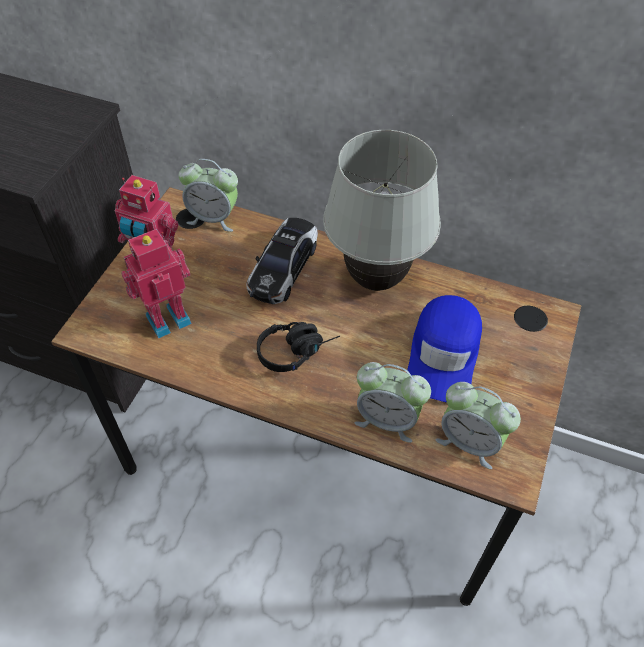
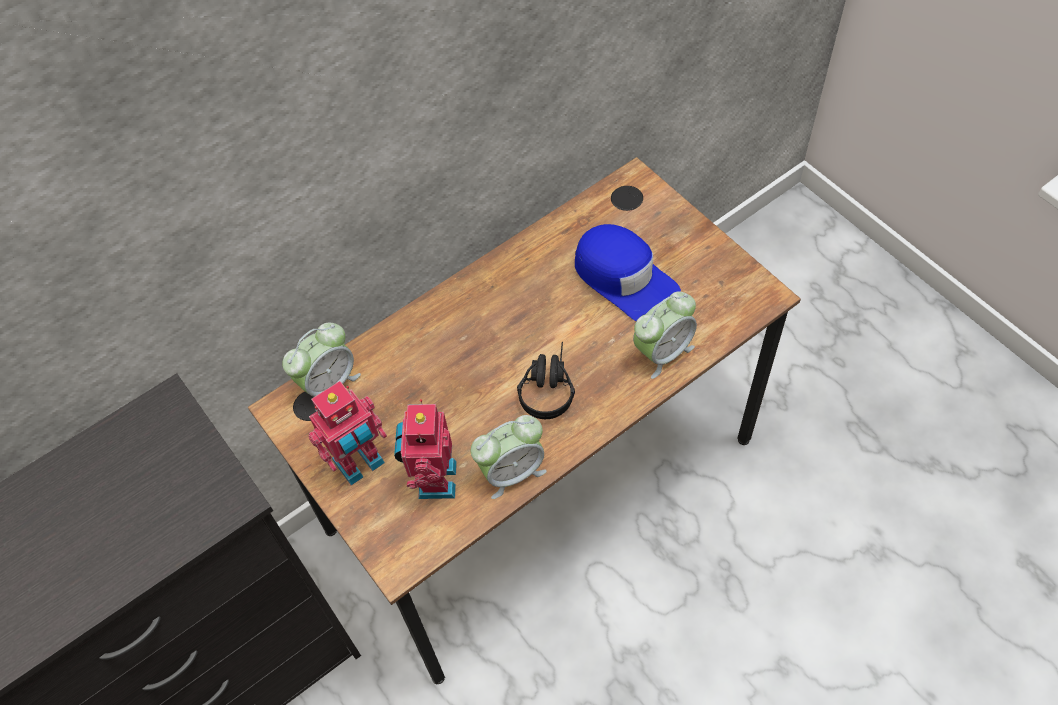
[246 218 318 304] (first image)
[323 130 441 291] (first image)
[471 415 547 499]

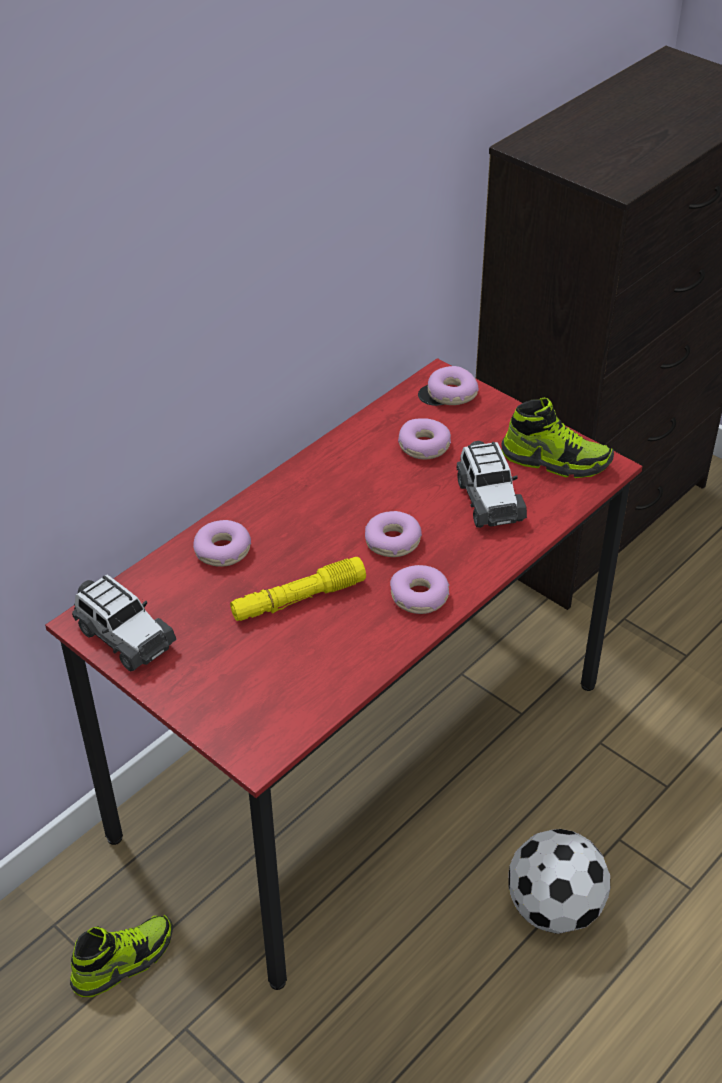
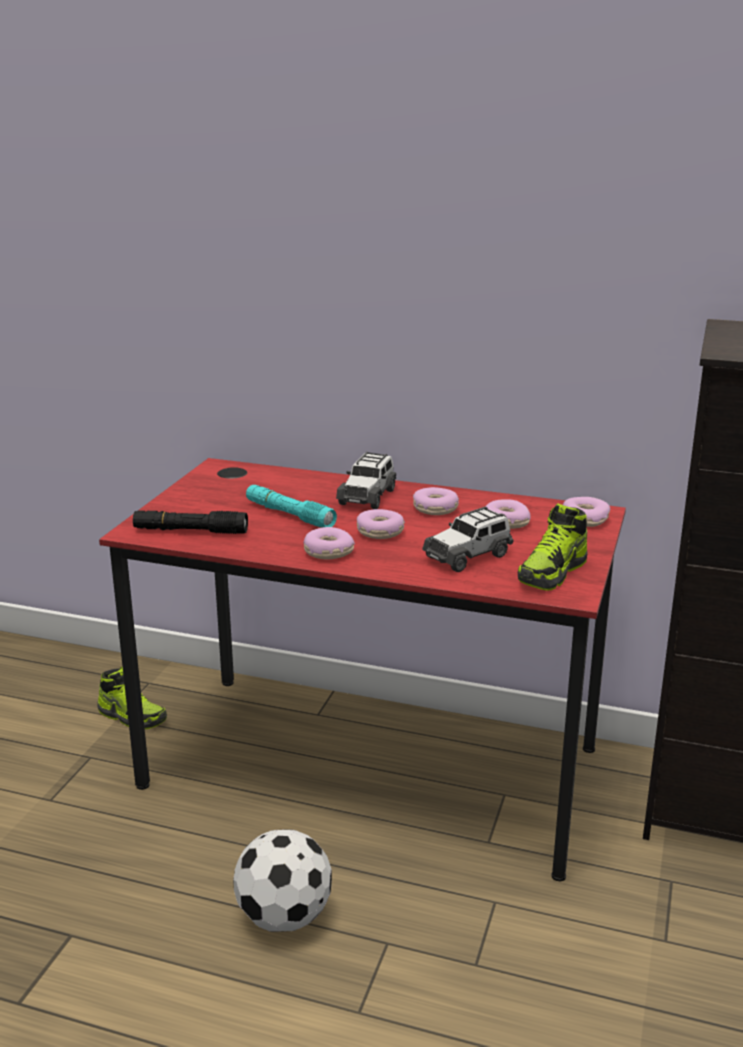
[336 452 396 509]
[413 487 459 515]
[246 485 337 528]
[518 503 588 591]
[133 511 248 534]

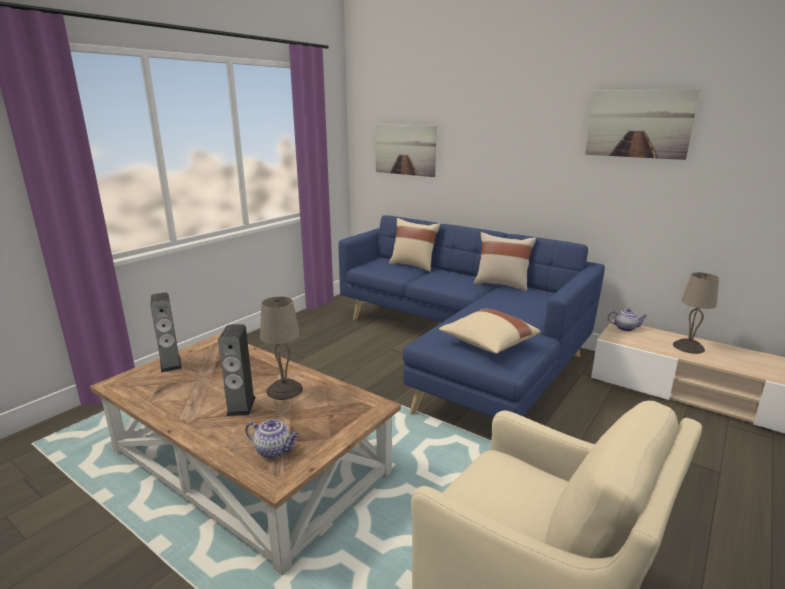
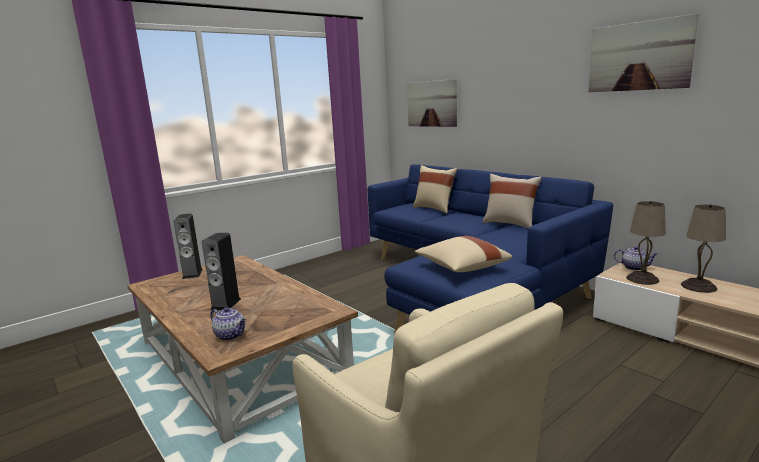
[626 201 666 285]

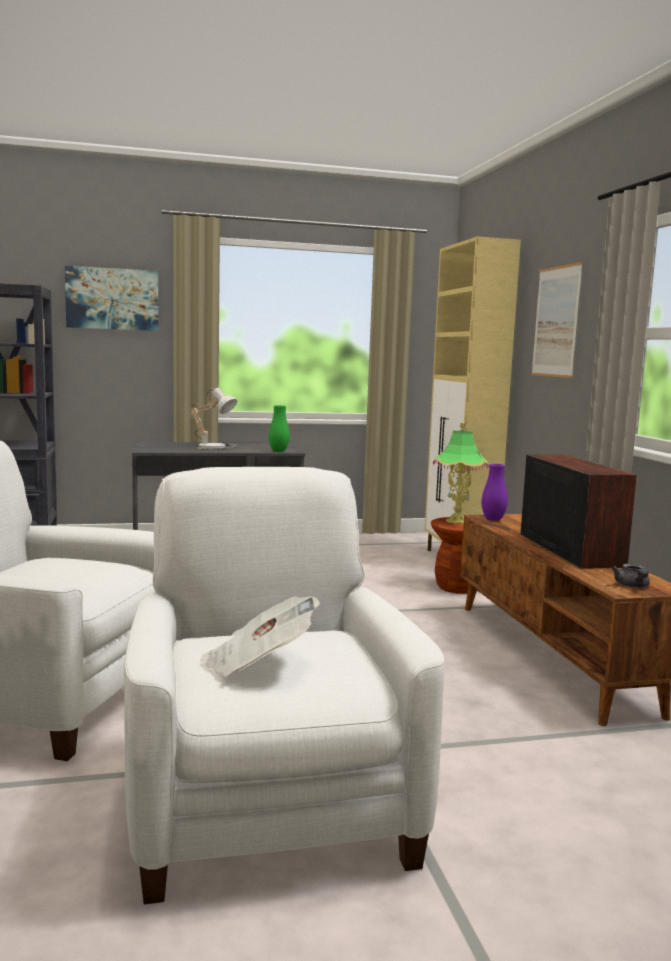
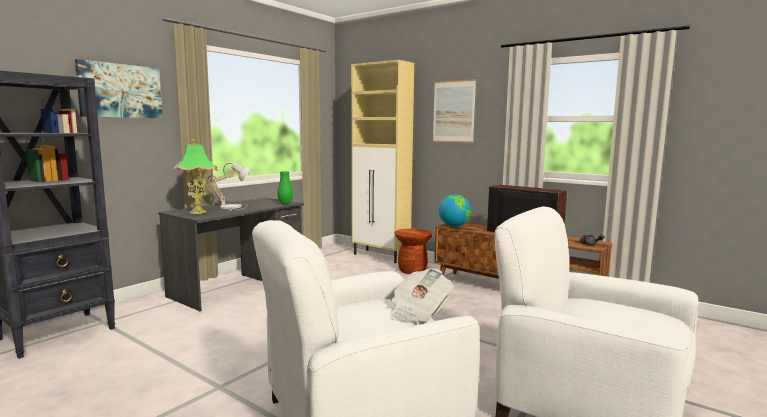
[390 268 454 322]
[173 138 218 214]
[439 194 471 227]

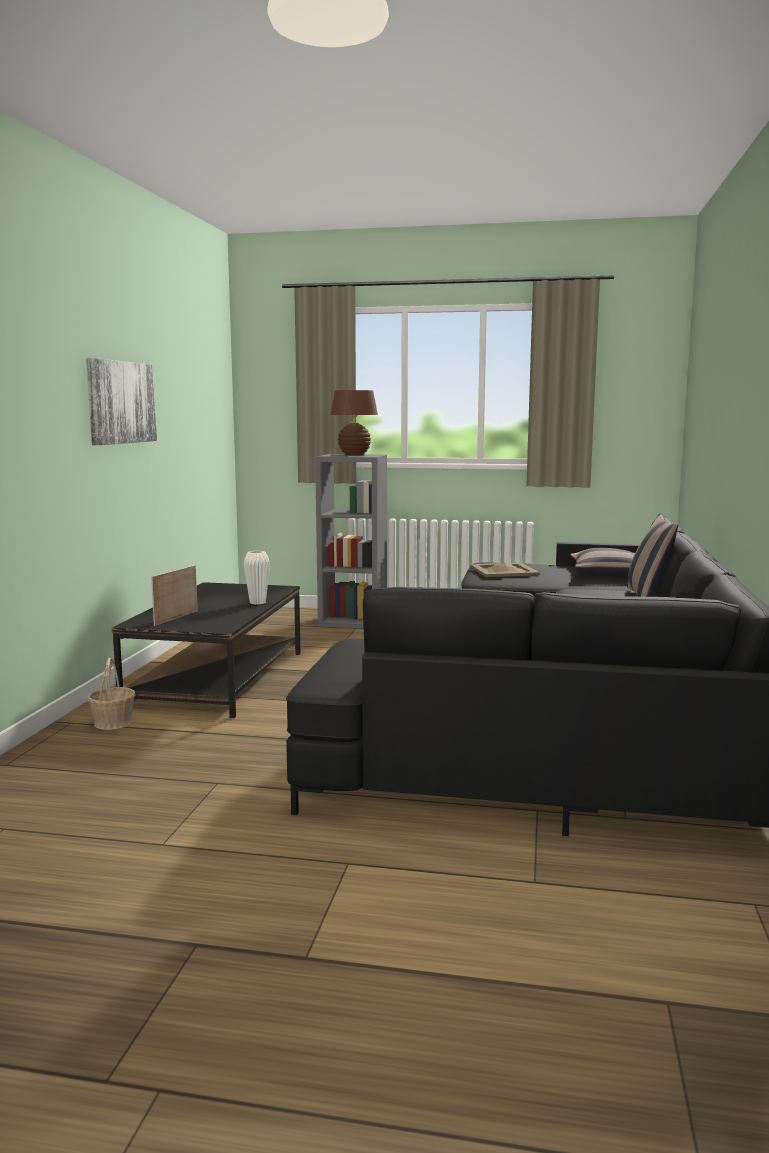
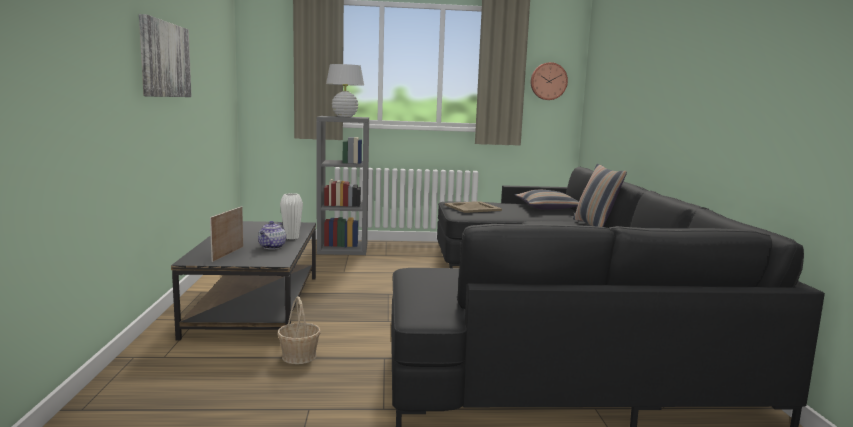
[277 296 321 364]
[326 64 364 117]
[258 221 286 249]
[531 62 568 100]

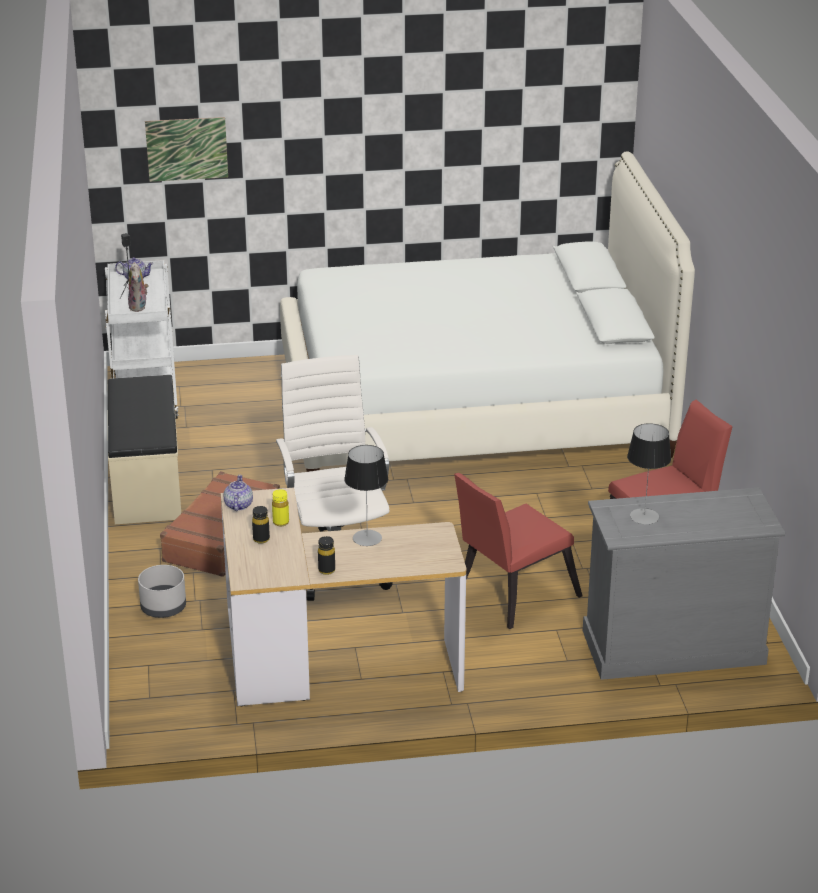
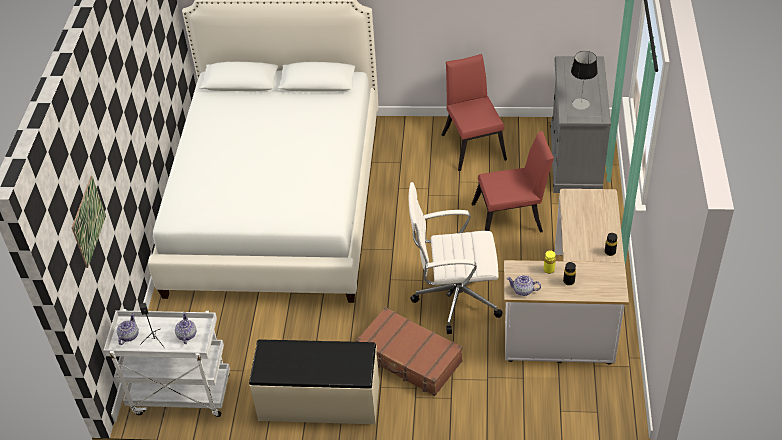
[175 312 196 344]
[138 565 186 618] (first image)
[344 445 388 546] (first image)
[472 131 554 233]

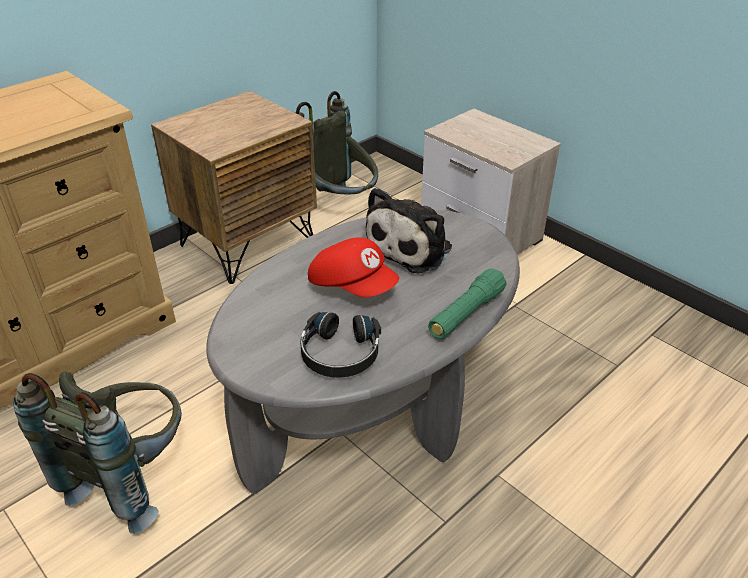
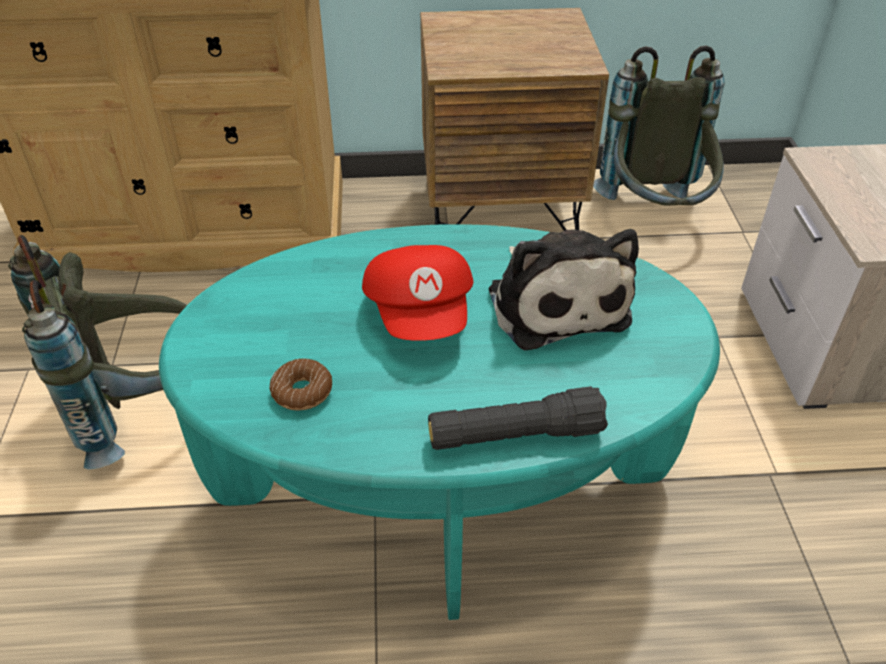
[159 224 720 620]
[269 358 332 411]
[488 229 639 350]
[428 386 608 450]

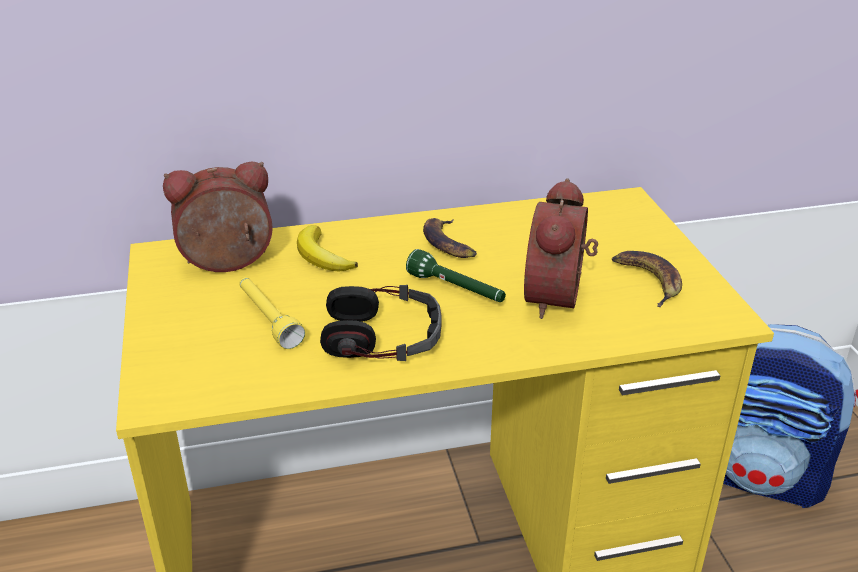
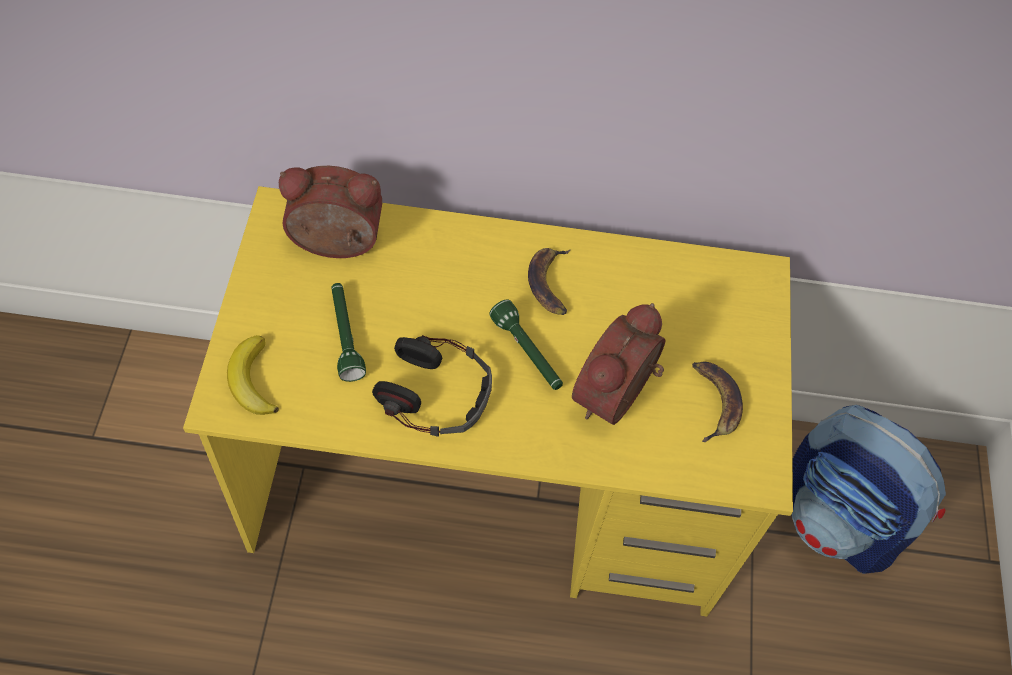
[331 283 366 382]
[227 335 279 415]

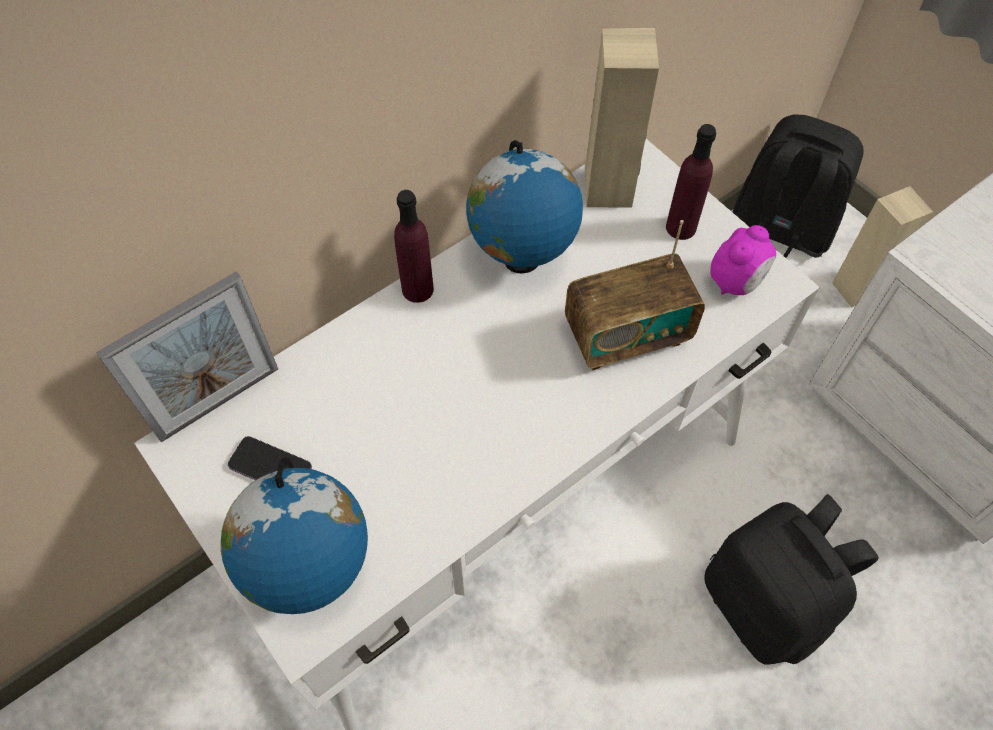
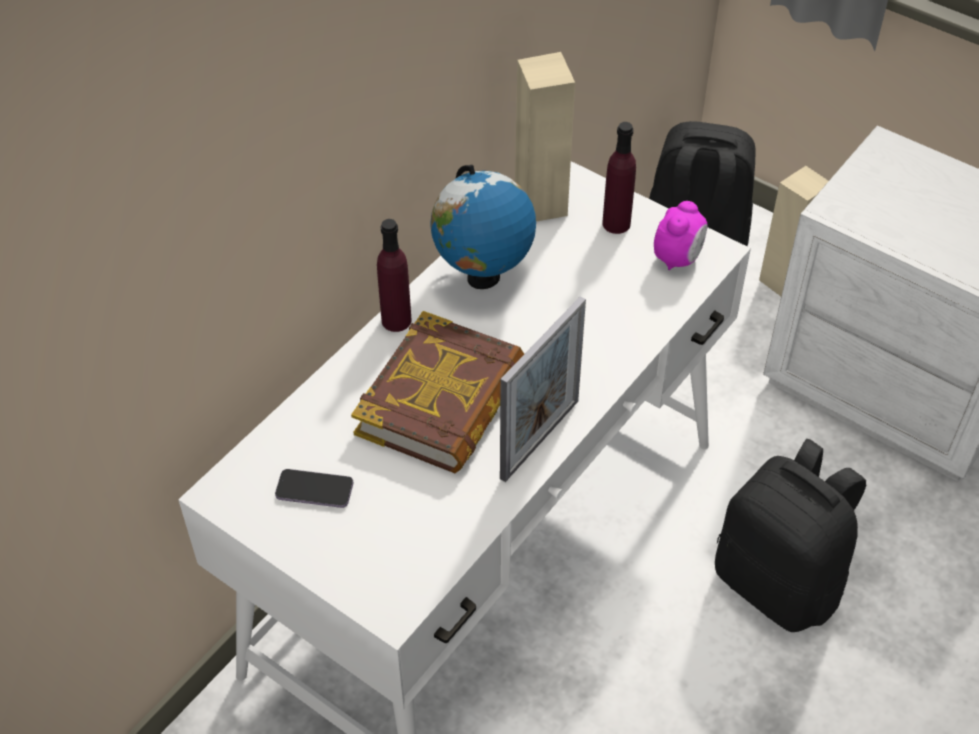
[500 296 586 482]
[221 458 368 614] (first image)
[565 220 705 371] (first image)
[351 311 524 473]

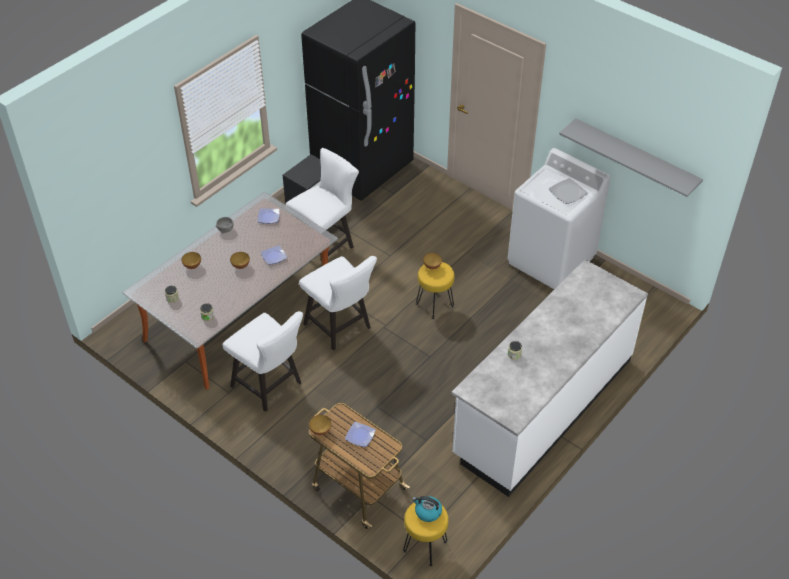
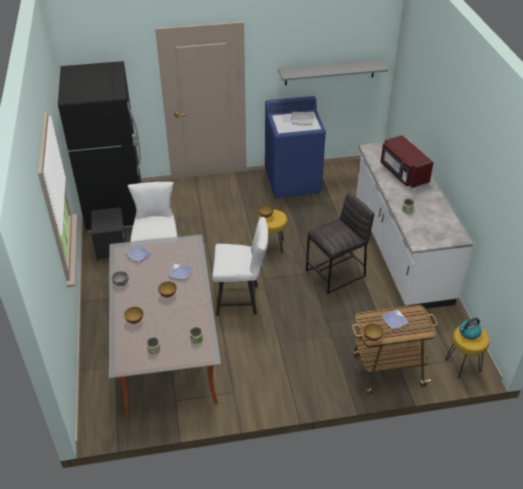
[222 311 303 412] (first image)
[265 96 326 198]
[306 192 374 294]
[381 135 434 188]

